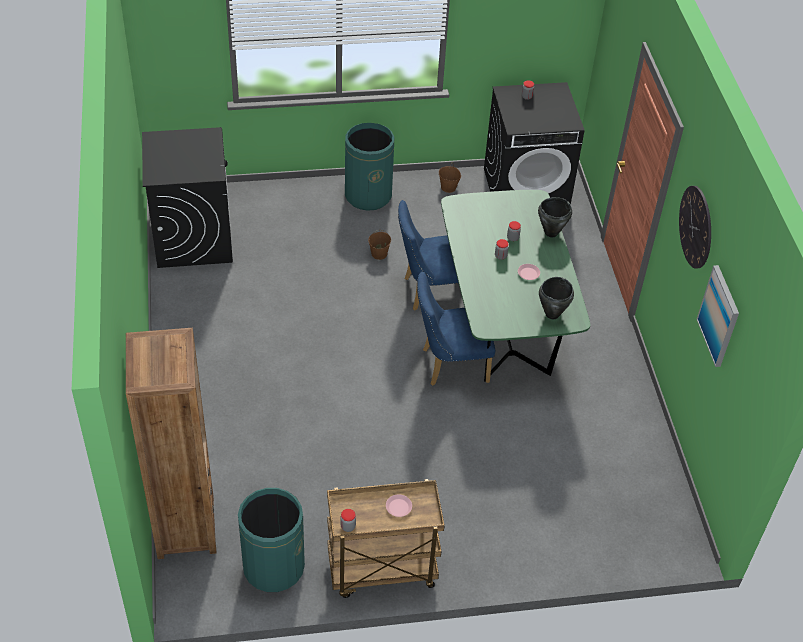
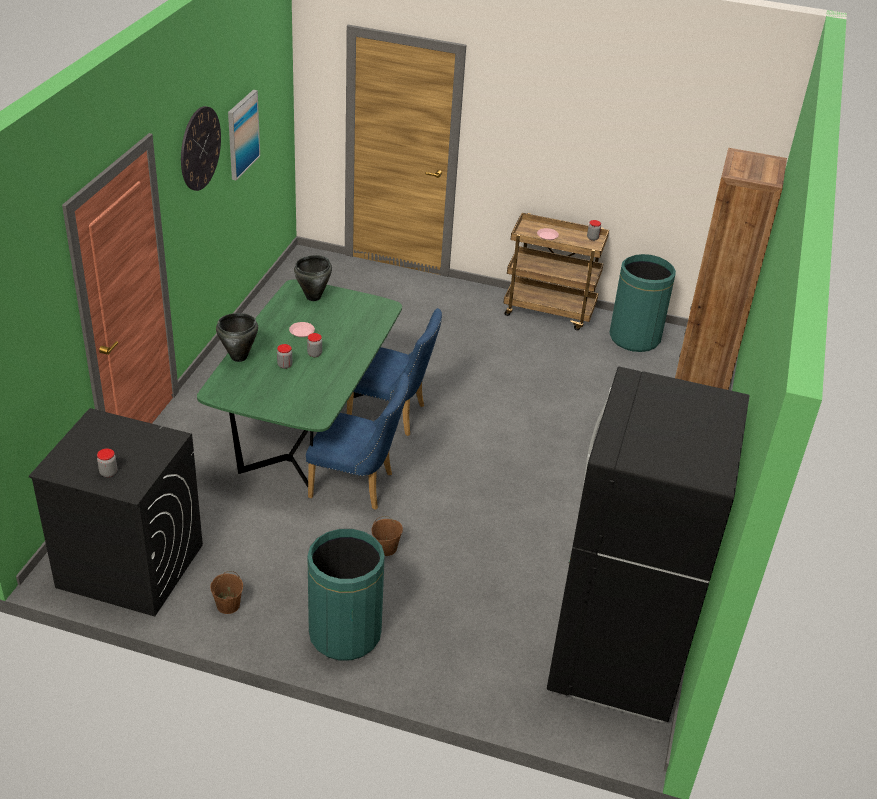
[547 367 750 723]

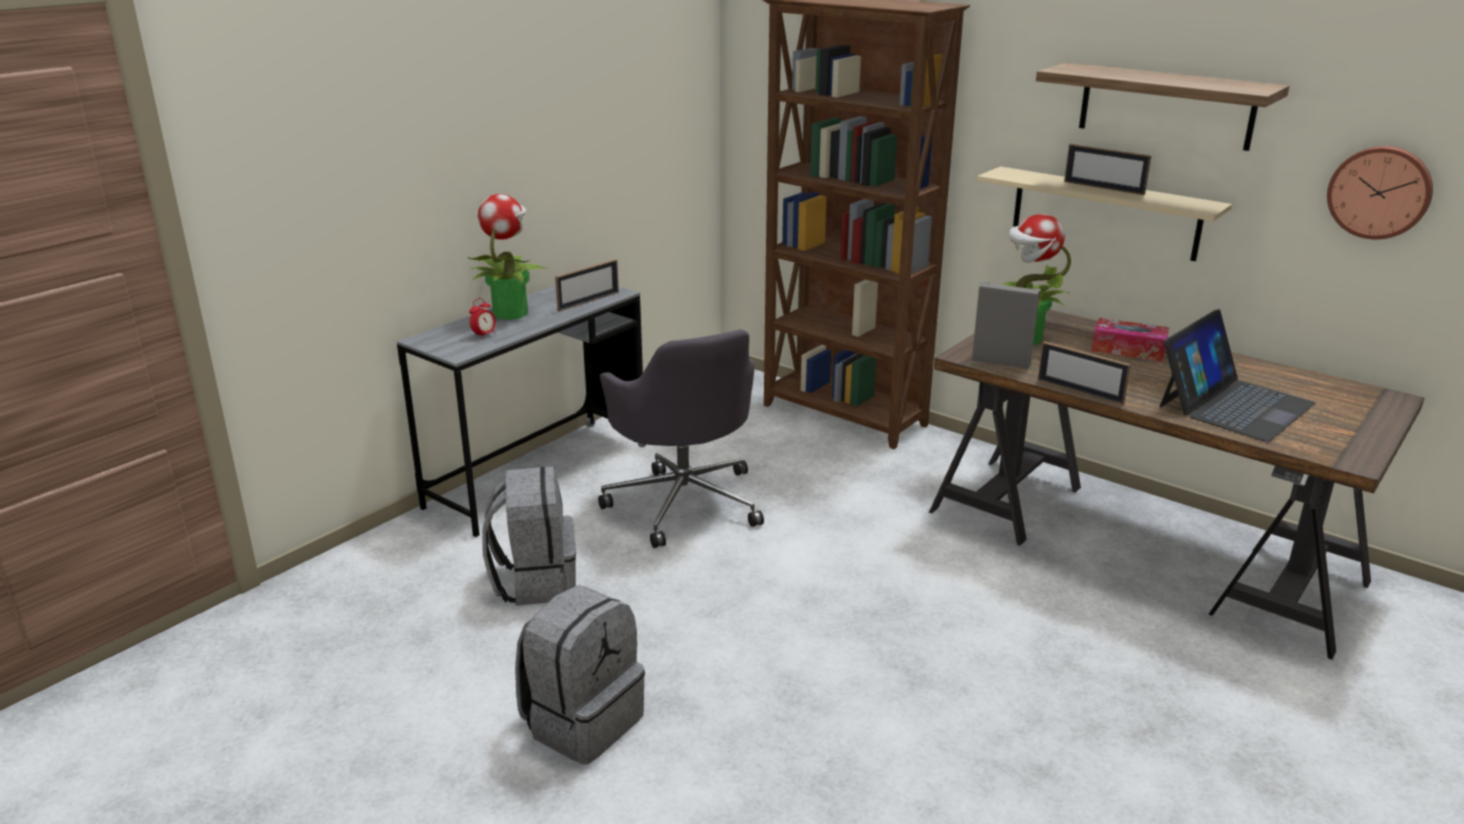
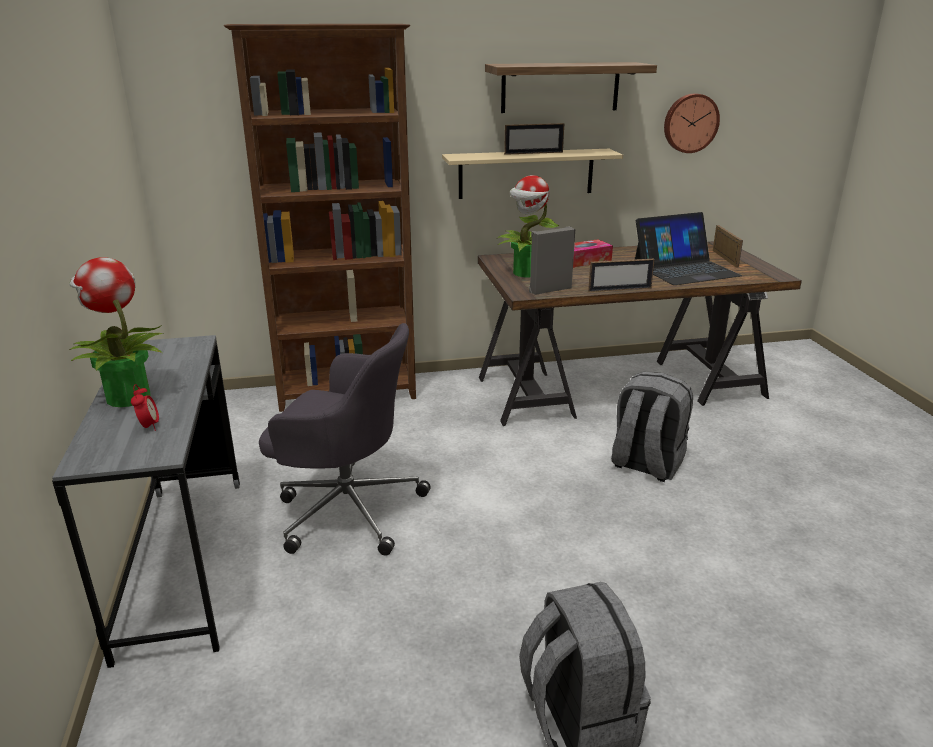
[611 372 693 482]
[713 225 743 268]
[635 212 742 285]

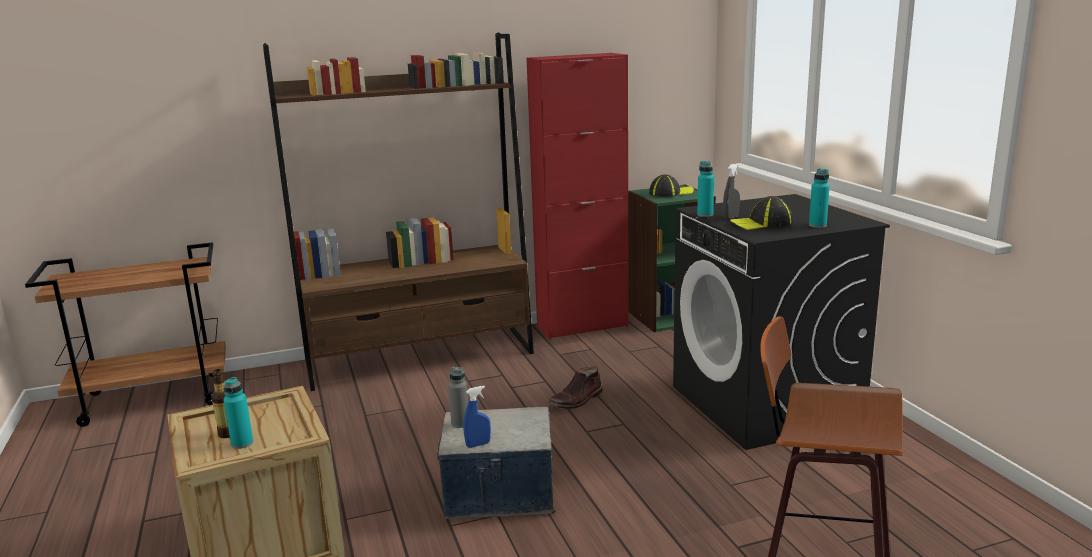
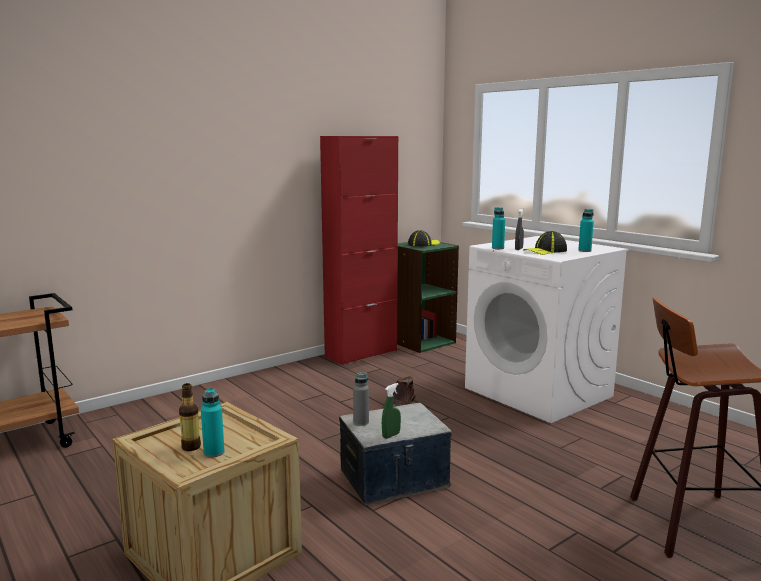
[263 33 534 391] (first image)
[382 383 401 439]
[465 236 629 423]

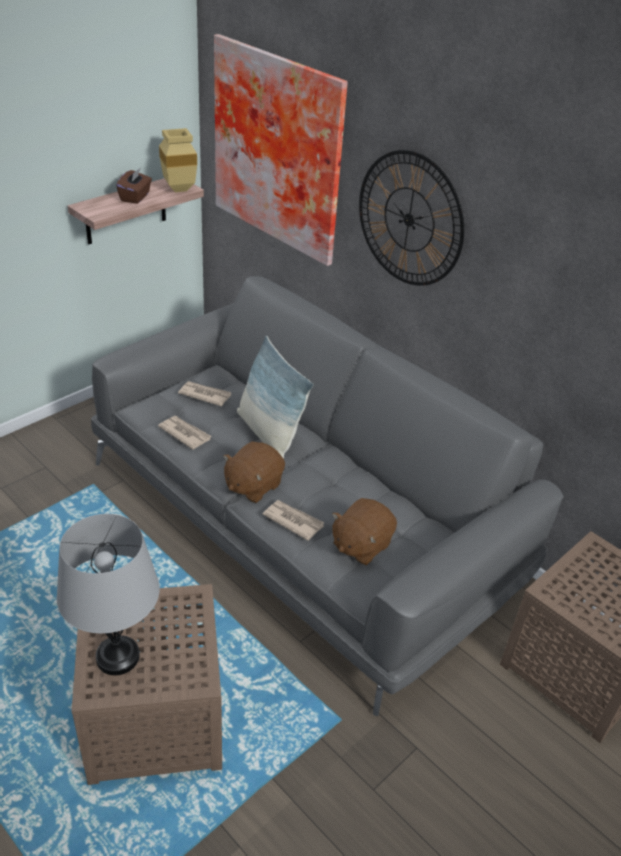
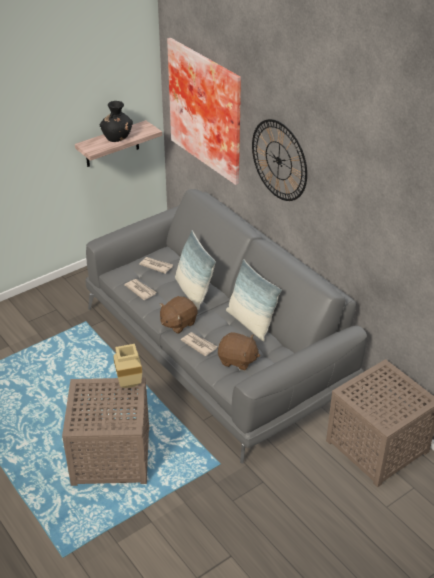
[56 514 160 675] (first image)
[100 101 133 142]
[113 344 142 388]
[218 332 260 370]
[226 259 282 341]

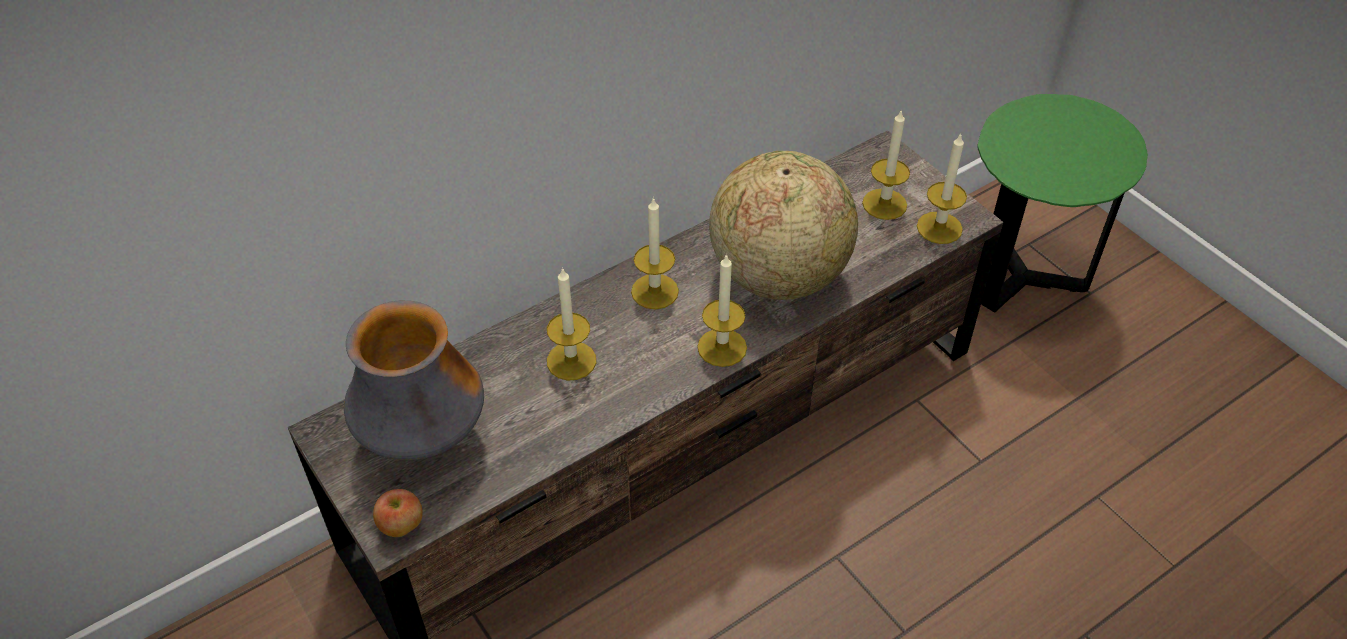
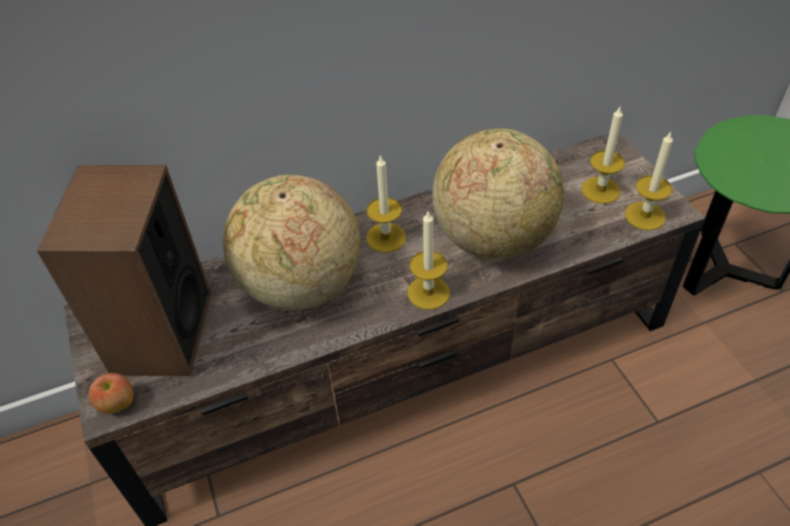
[37 165 211 376]
[223 175 360 310]

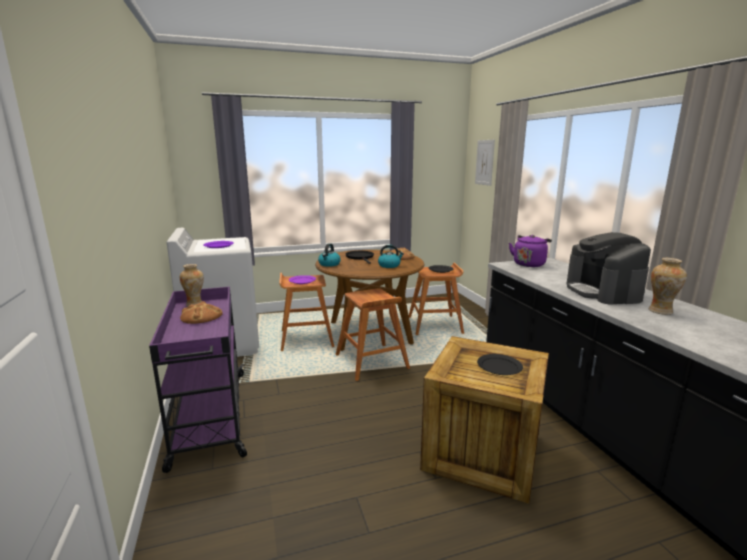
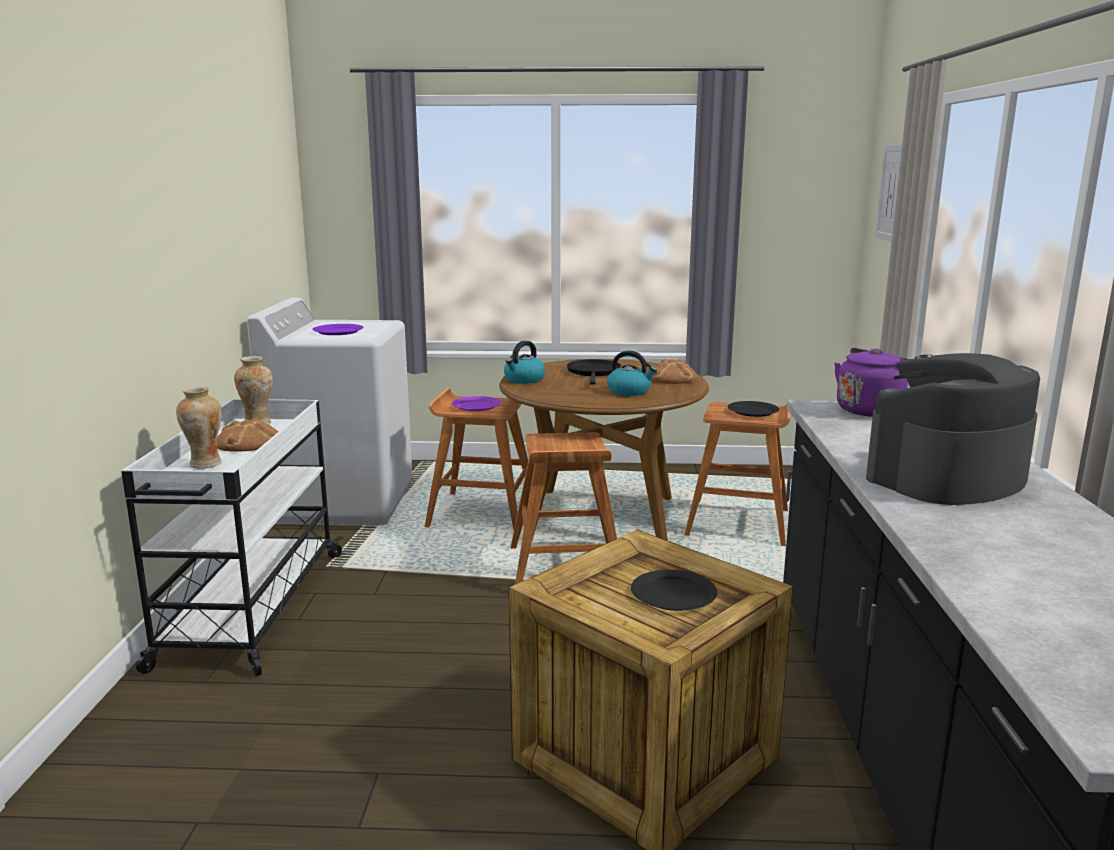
[121 399 343 676]
[866 353 1040 505]
[176 386 222 469]

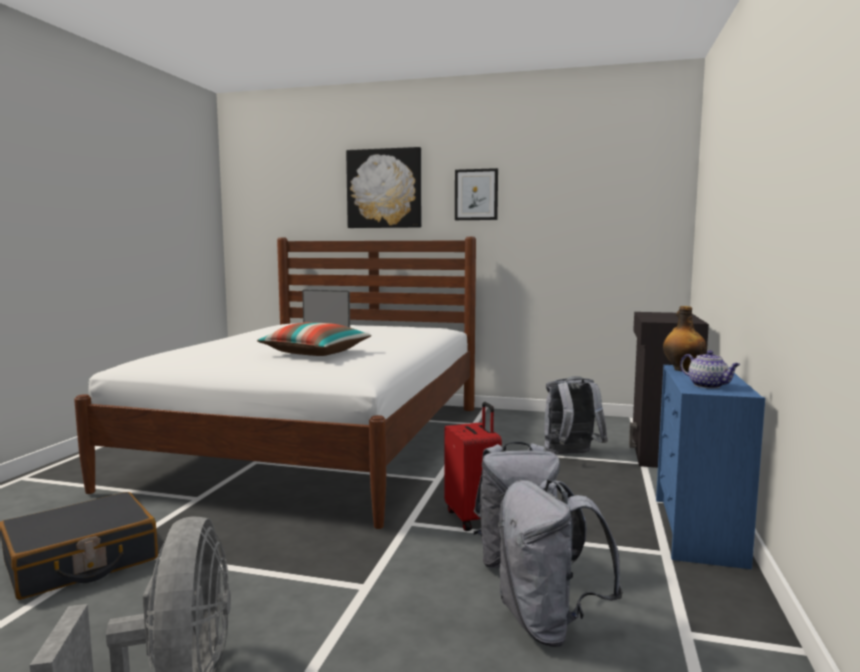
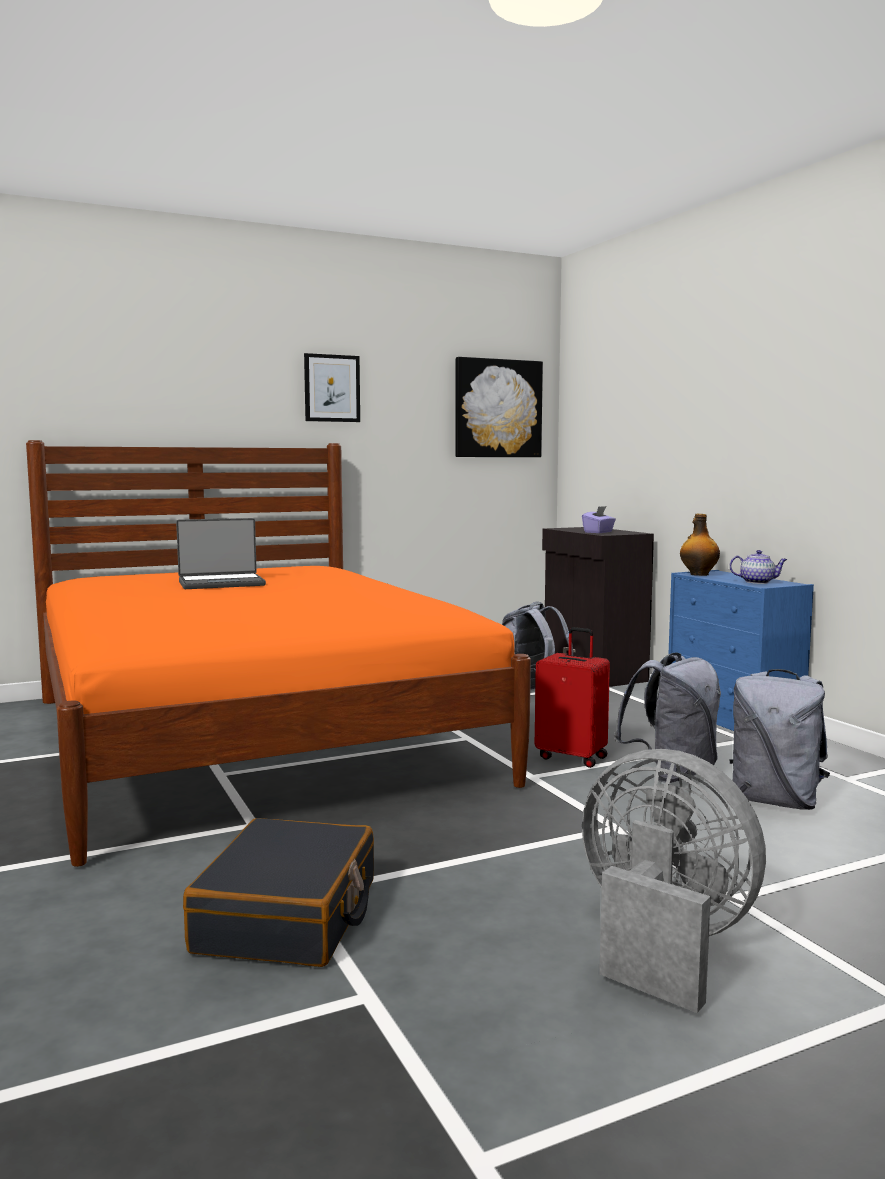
[26 440 531 867]
[257 322 372 356] (first image)
[455 357 543 457]
[582 506 616 533]

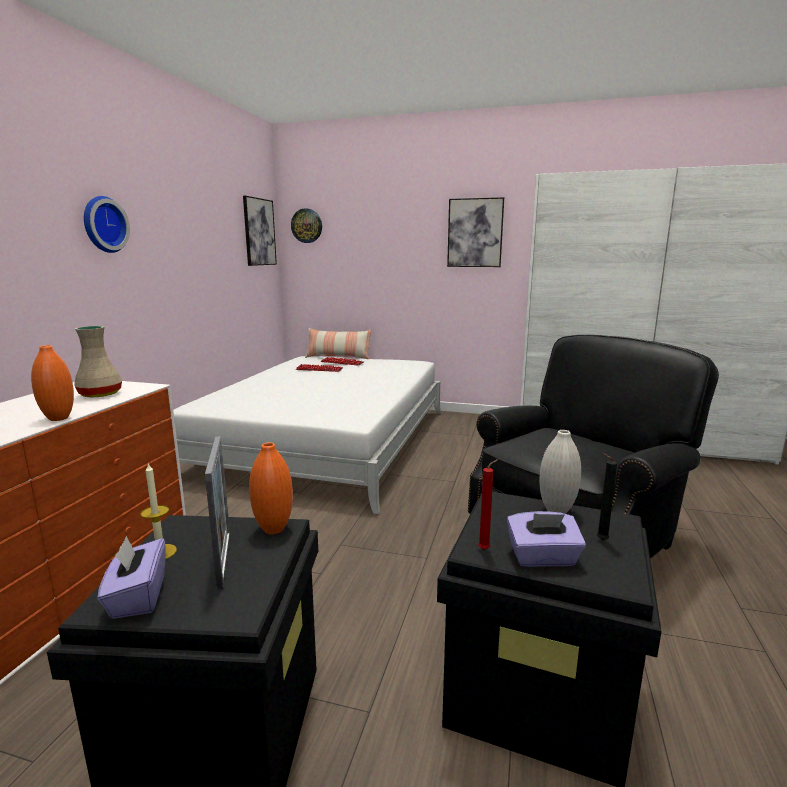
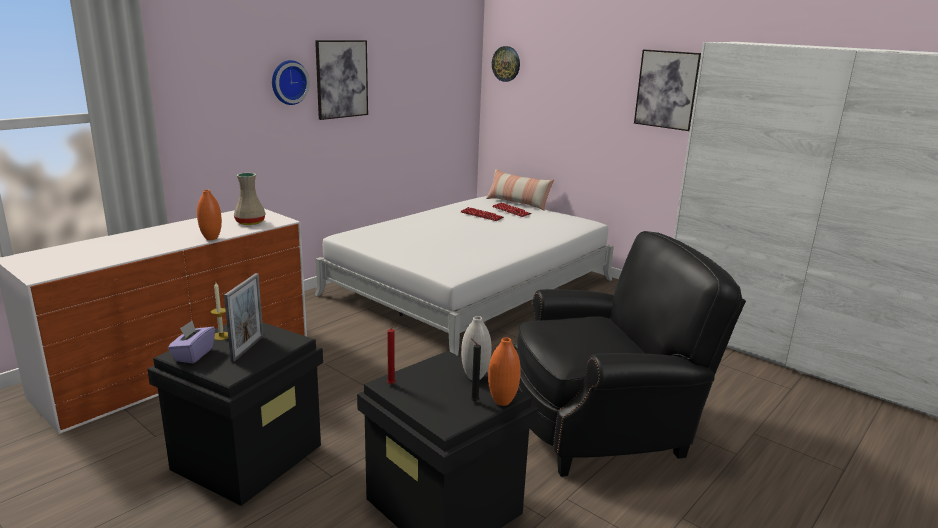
[315 40 368 120]
[488 337 521 406]
[507 511 586 567] (first image)

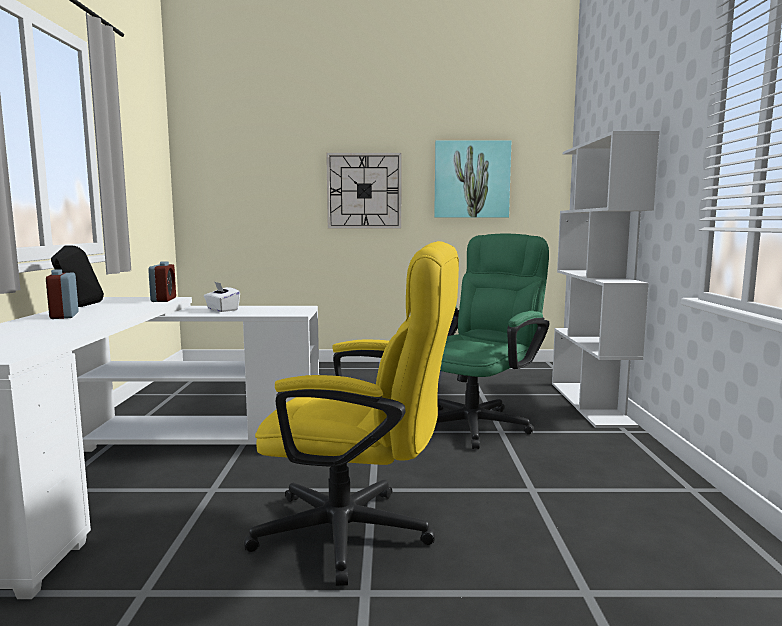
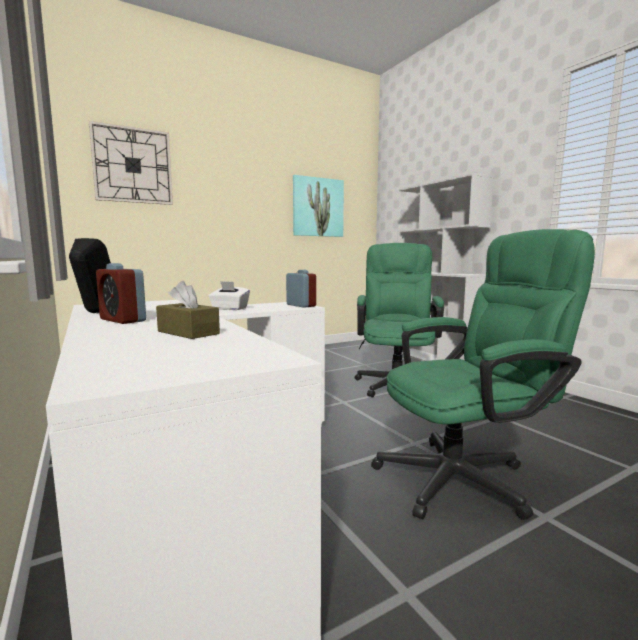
[286 270 316 308]
[371 229 595 520]
[89 121 173 205]
[156 281 220 339]

